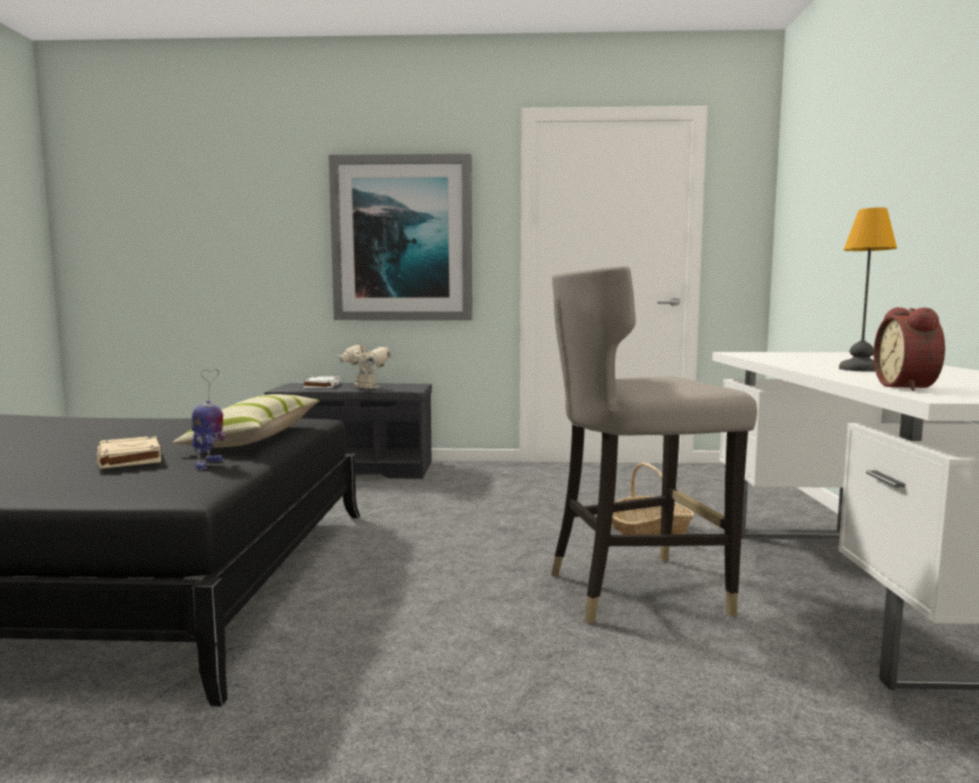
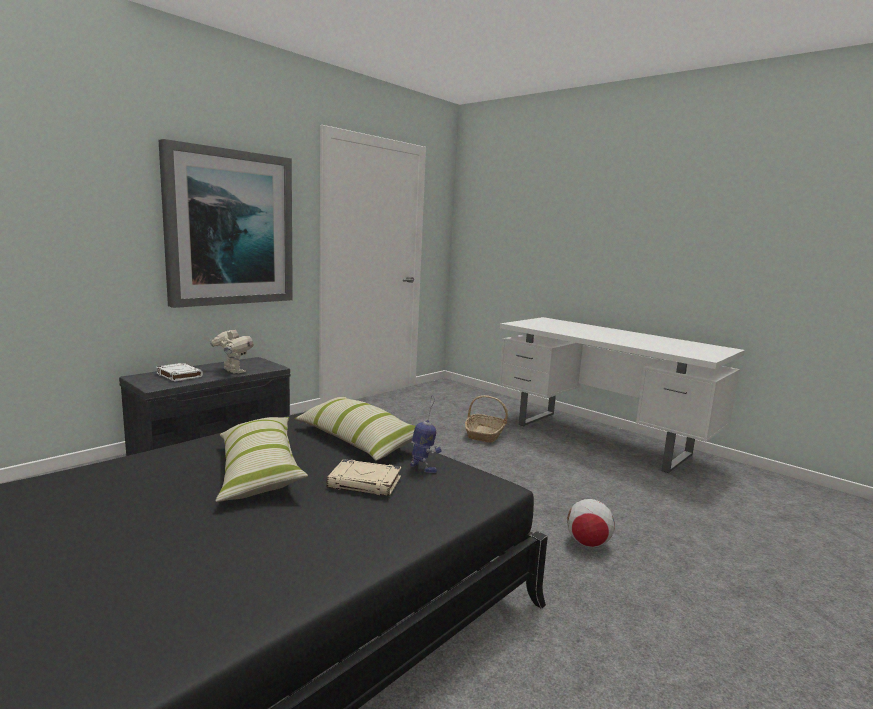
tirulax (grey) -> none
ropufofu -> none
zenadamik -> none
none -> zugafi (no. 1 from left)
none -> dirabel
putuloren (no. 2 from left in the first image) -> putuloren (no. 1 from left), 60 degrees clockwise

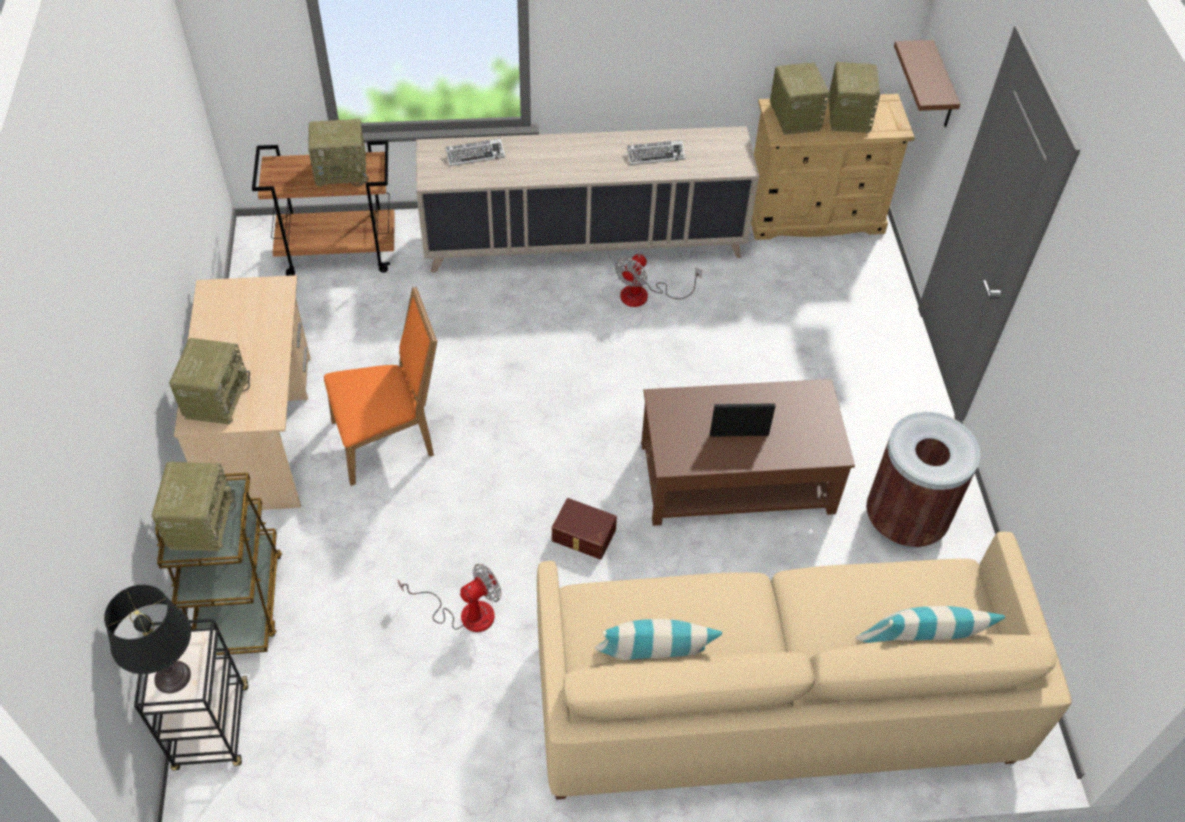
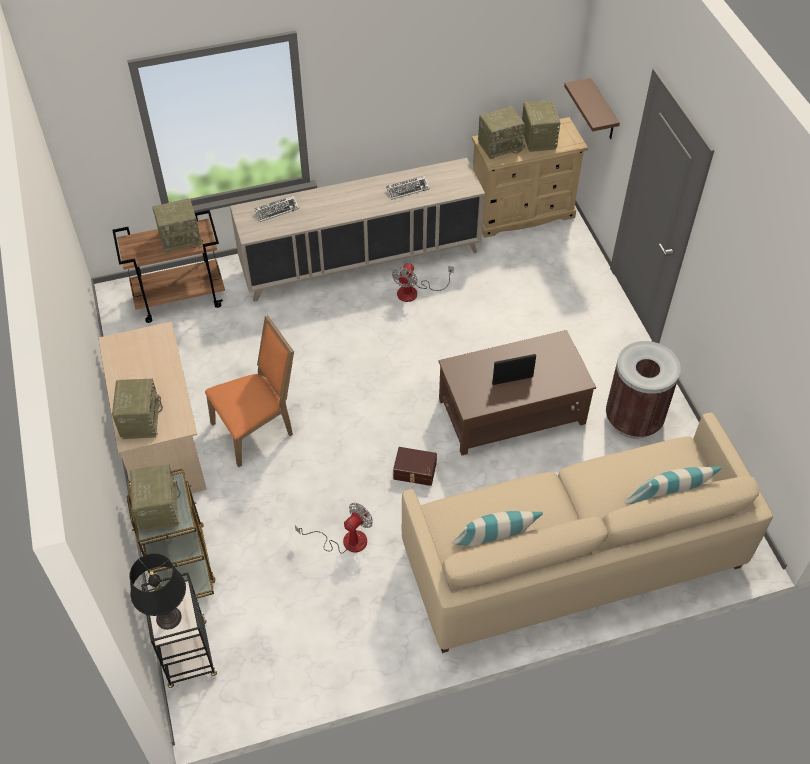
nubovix (no. 4 from left), 90 degrees clockwise

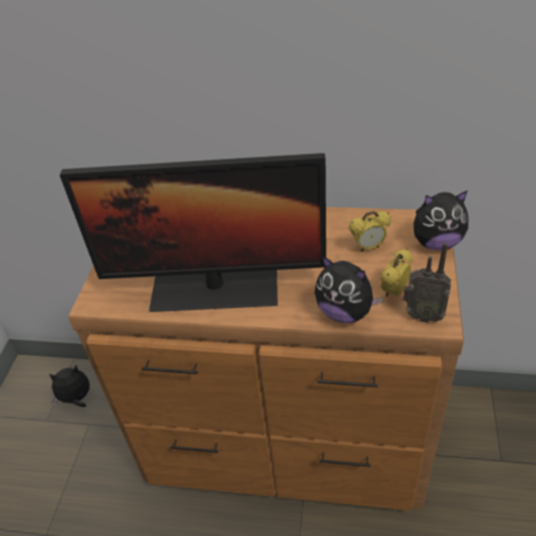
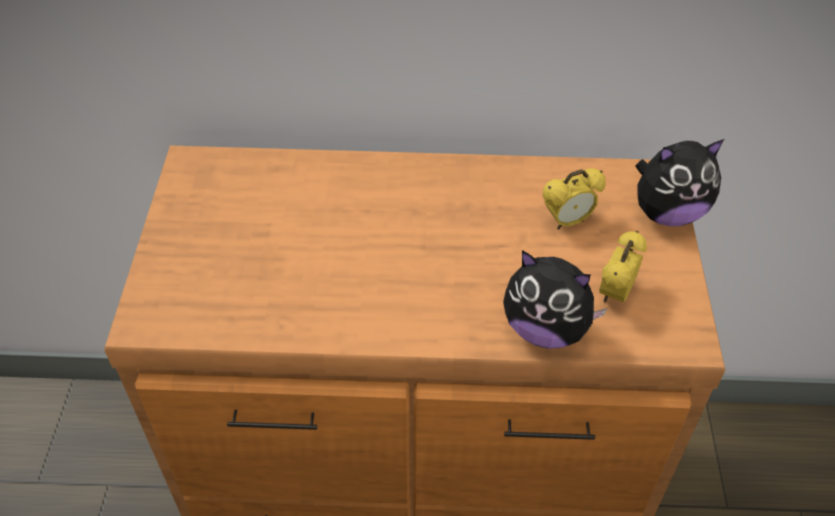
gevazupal (no. 1 from left) -> none
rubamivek -> none
nubovix -> none

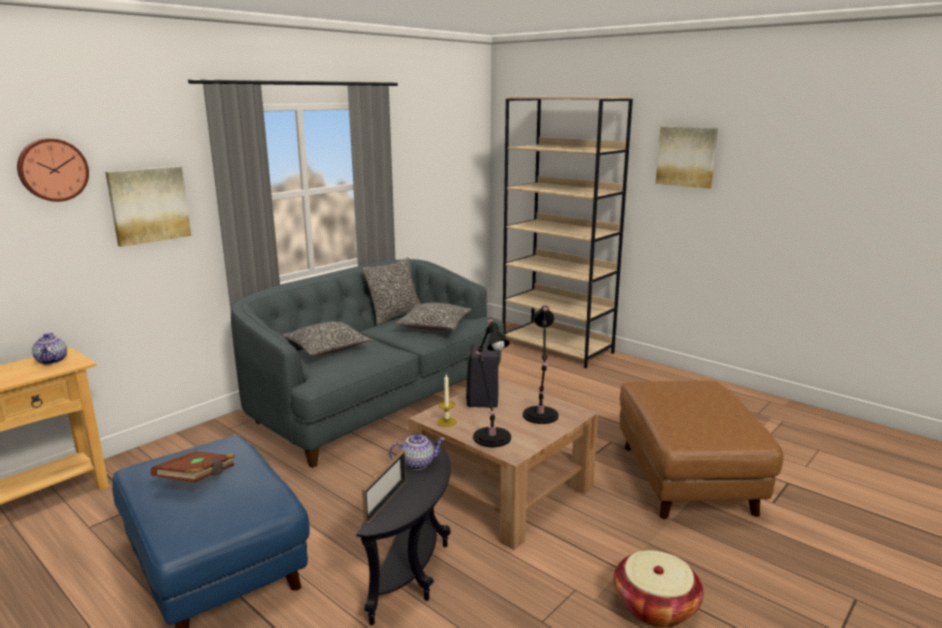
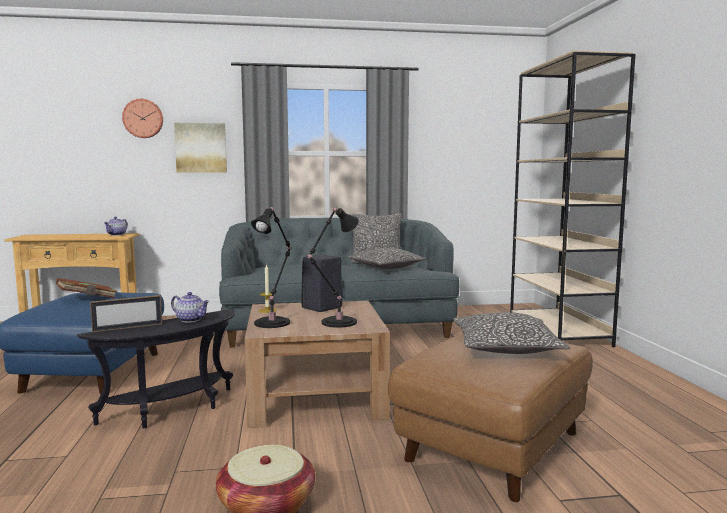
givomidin (no. 2 from left) -> none
zugafi (no. 1 from left in the first image) -> zugafi (no. 3 from left), relocated

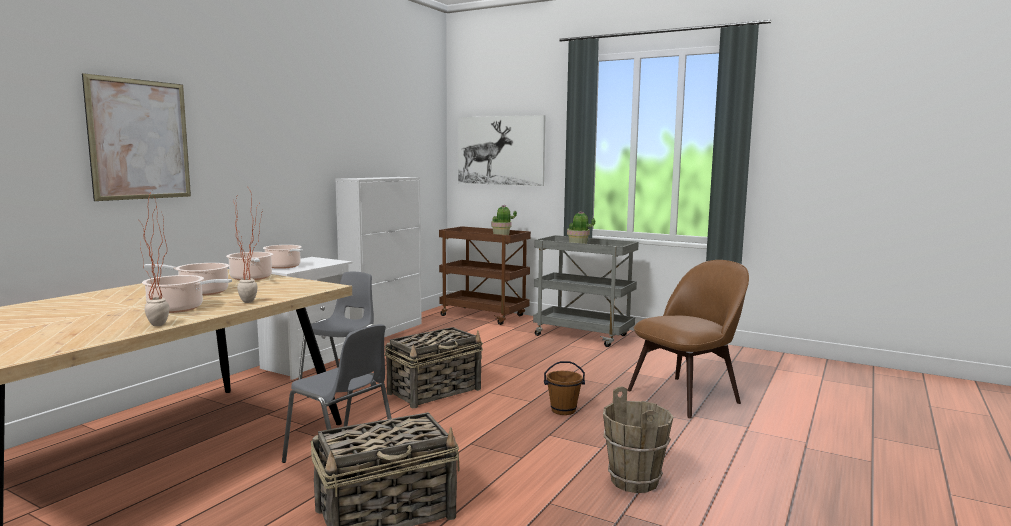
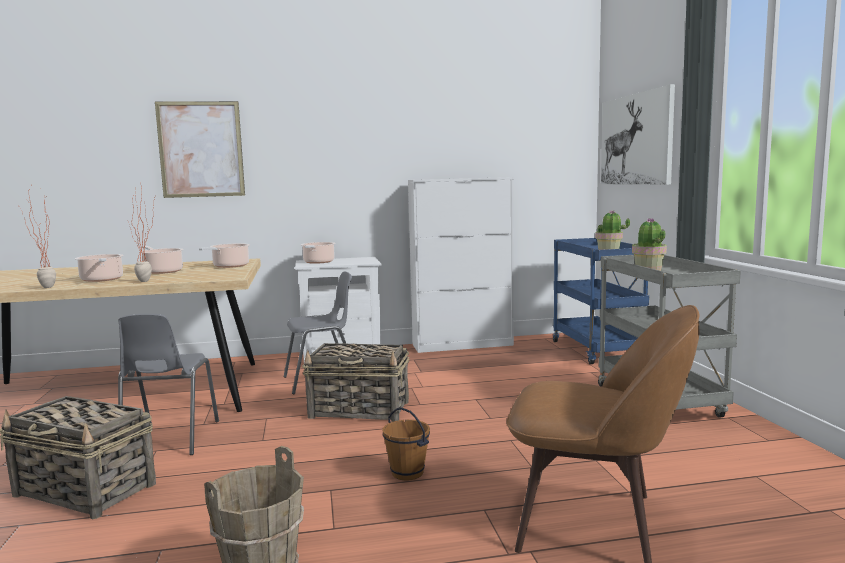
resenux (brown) -> resenux (blue)

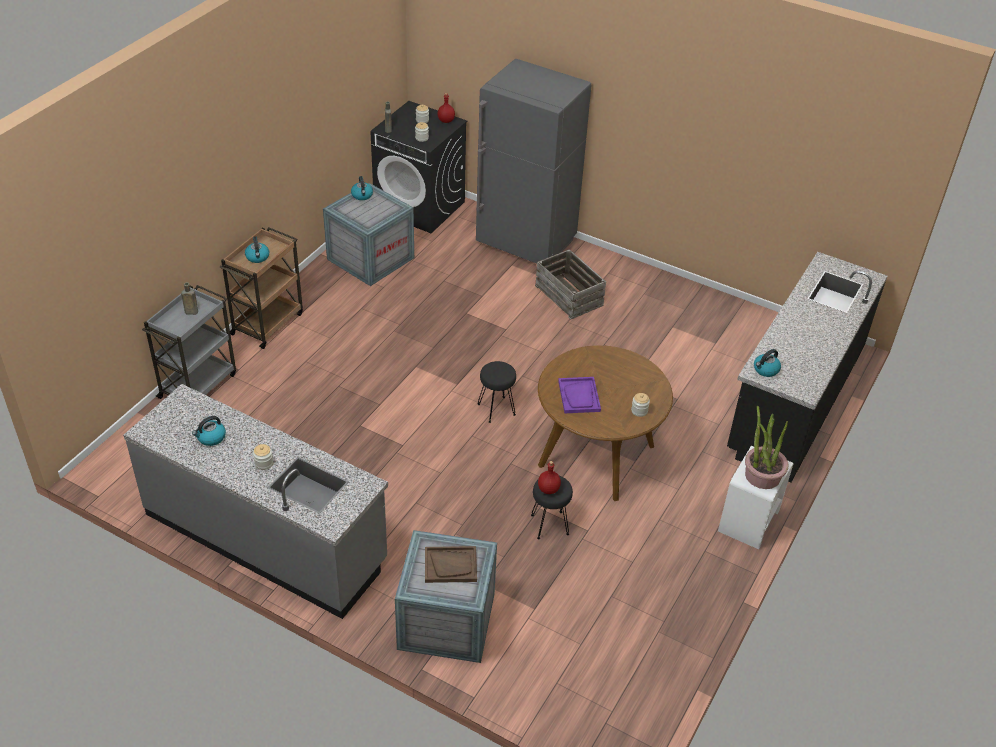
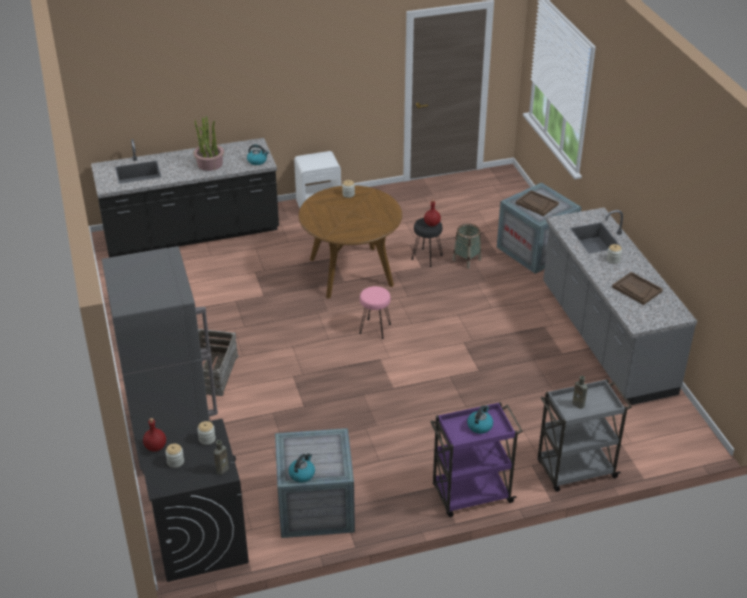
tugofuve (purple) -> none
none -> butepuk
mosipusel, relocated
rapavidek (no. 1 from left) -> tugofuve (brown) (no. 2 from left)
resenux (brown) -> resenux (purple)
tirulax (black) (no. 1 from left) -> tirulax (pink)

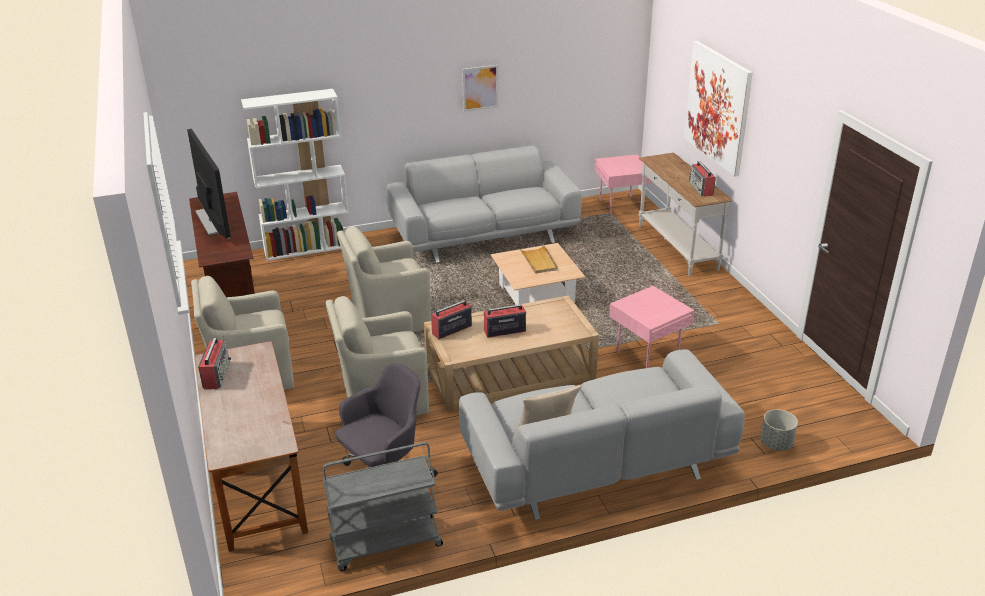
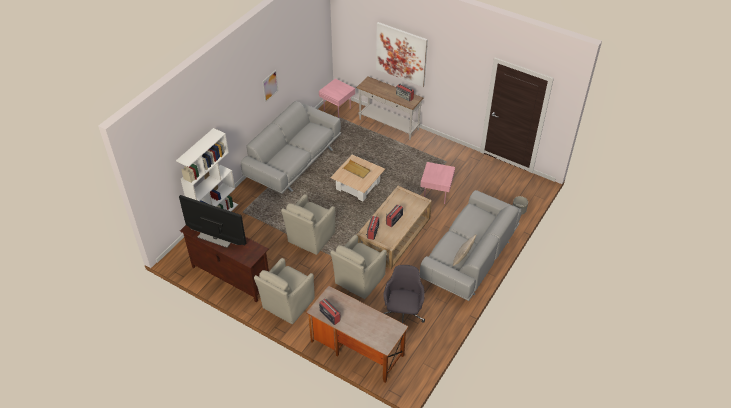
resenux (grey) -> none

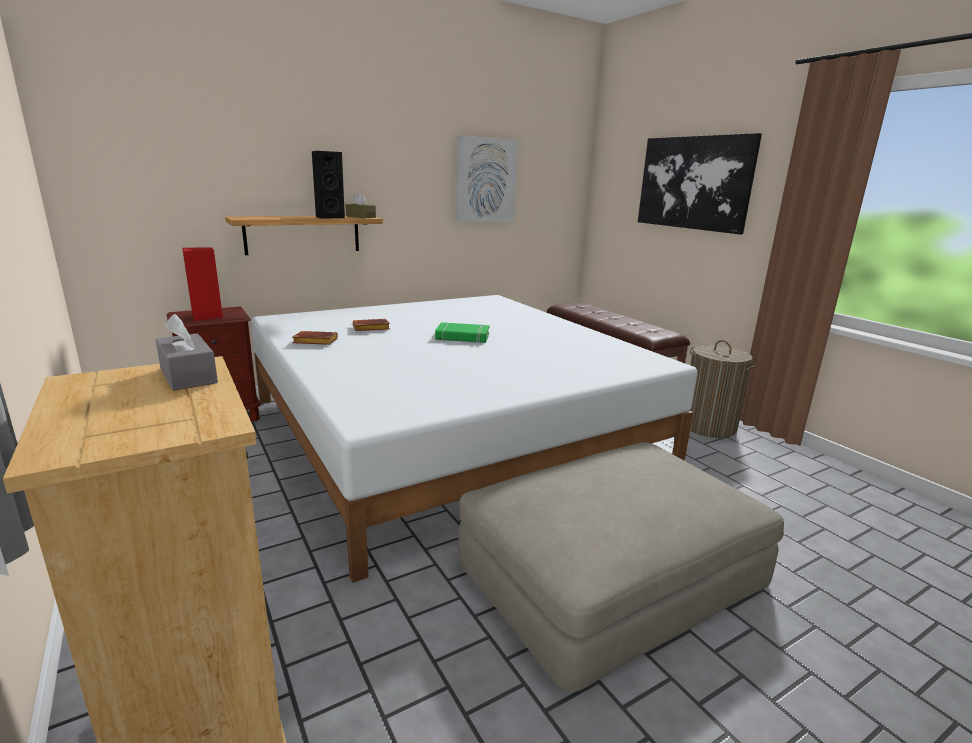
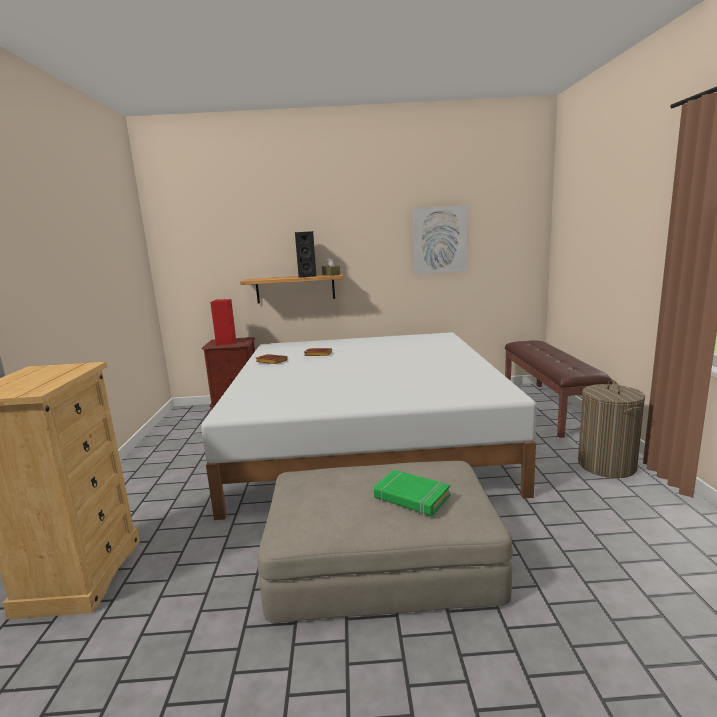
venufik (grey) -> none
givomidin (no. 2 from left) -> none
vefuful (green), relocated

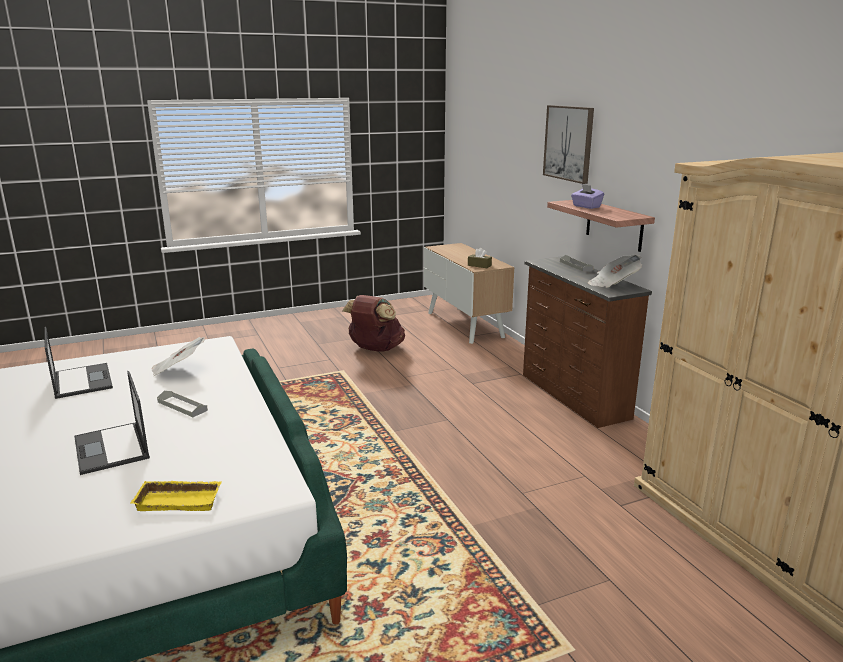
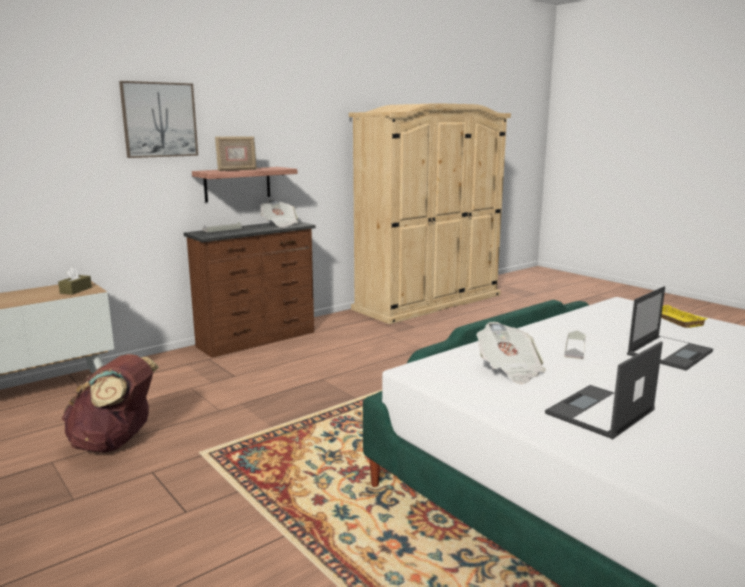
venufik (purple) -> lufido

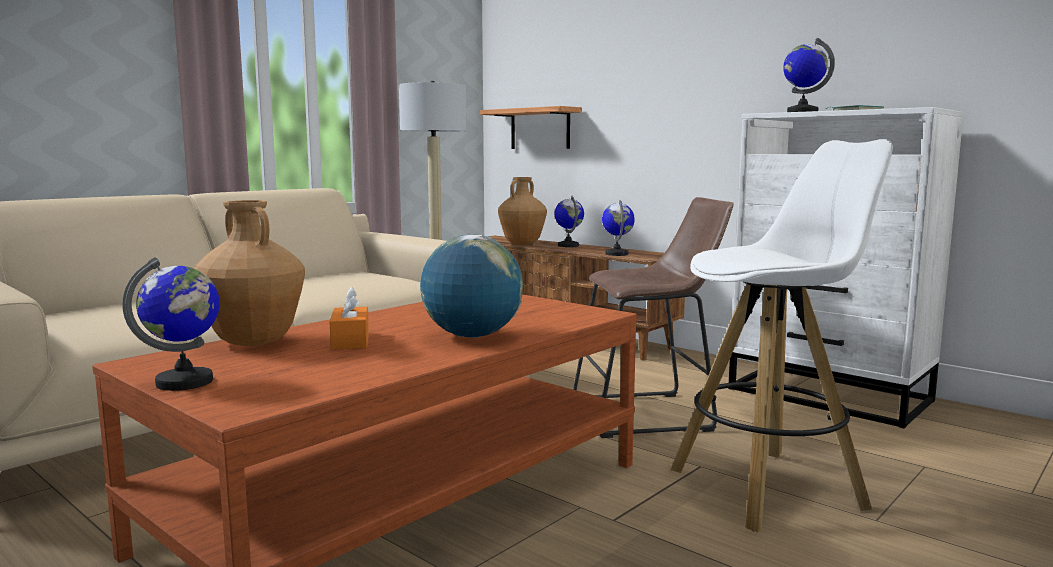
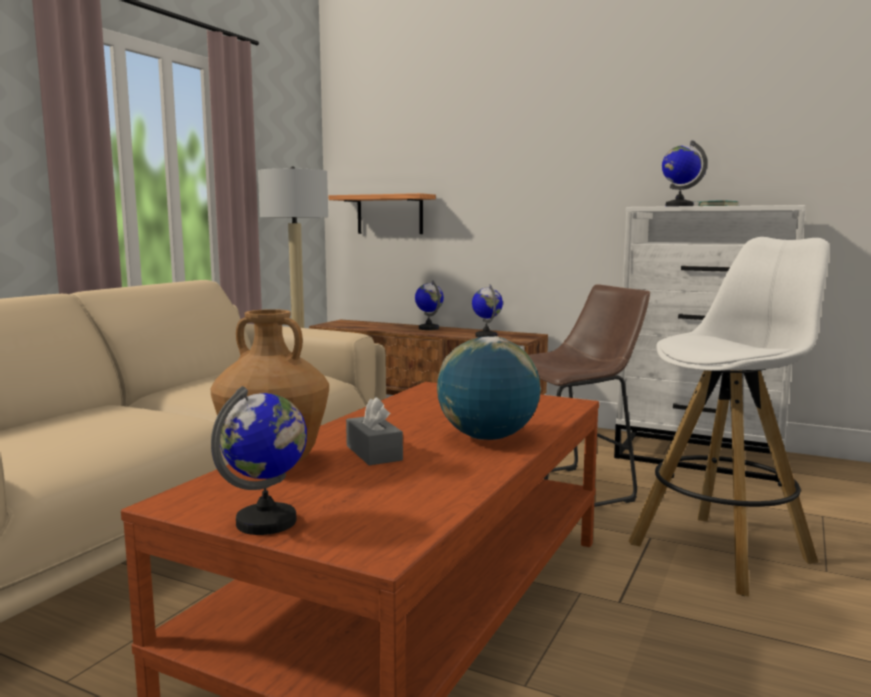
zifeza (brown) (no. 2 from left) -> none
venufik (orange) -> venufik (grey)

